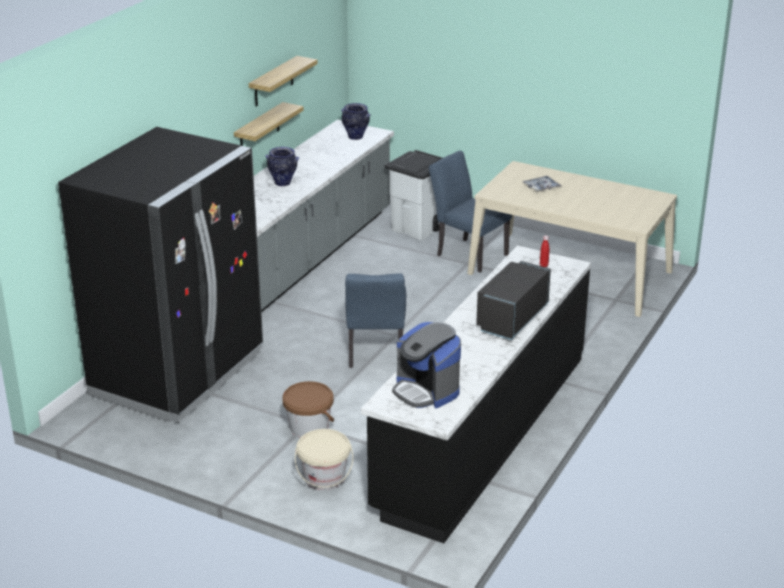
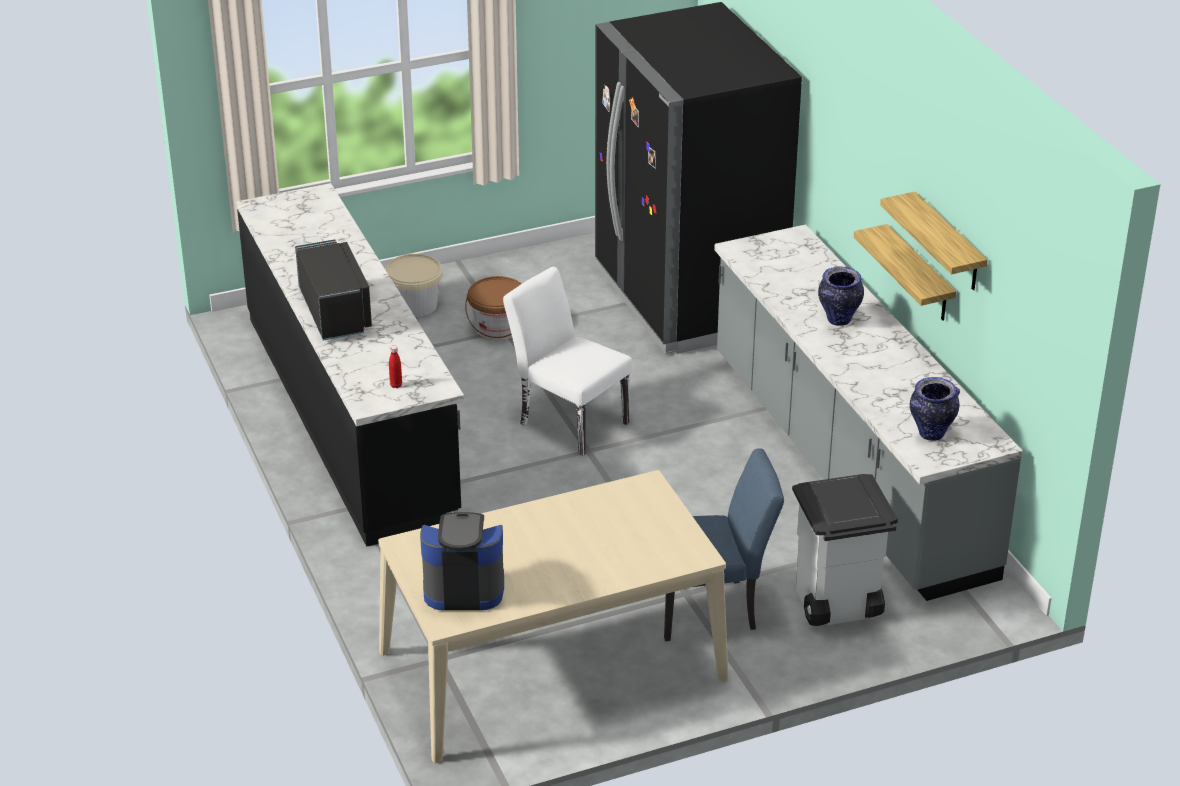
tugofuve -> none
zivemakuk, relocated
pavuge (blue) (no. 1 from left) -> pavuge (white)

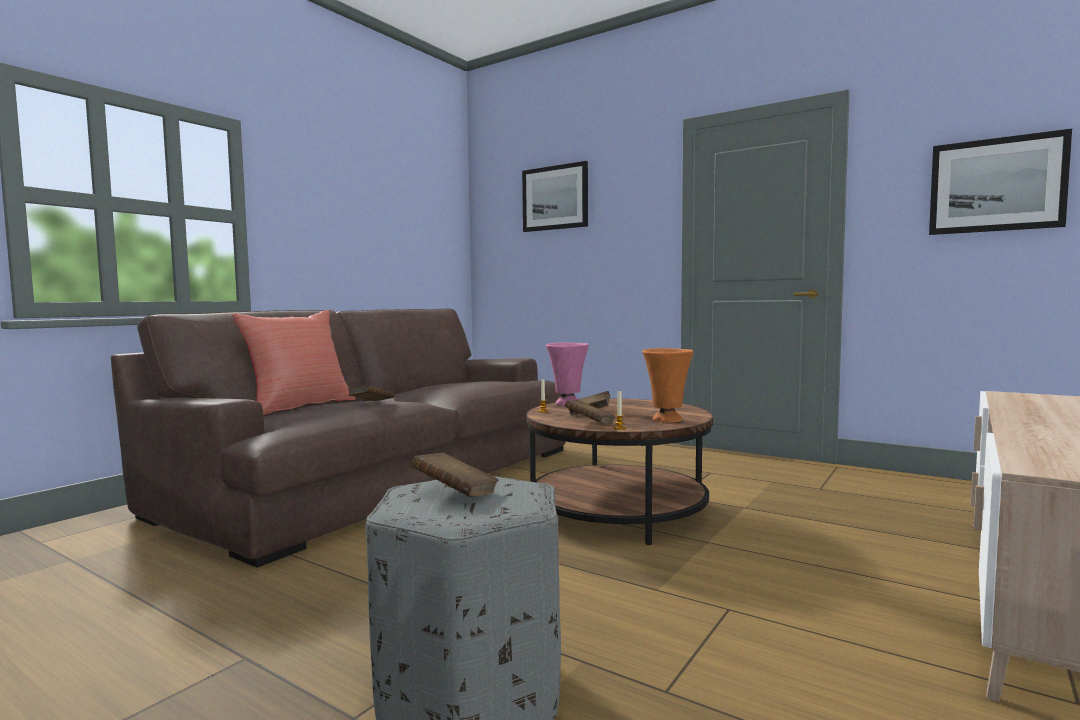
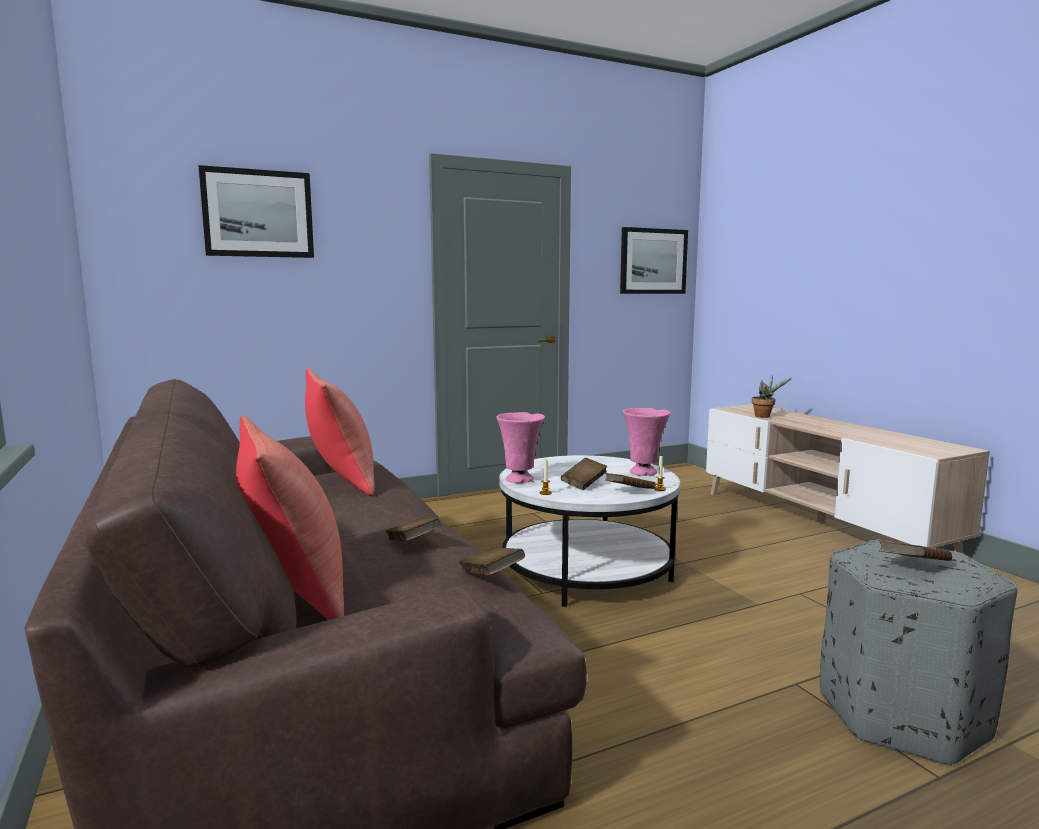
none -> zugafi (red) (no. 2 from left)
none -> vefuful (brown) (no. 2 from left)
none -> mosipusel
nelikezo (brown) -> nelikezo (white)
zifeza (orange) -> zifeza (pink) (no. 2 from left)

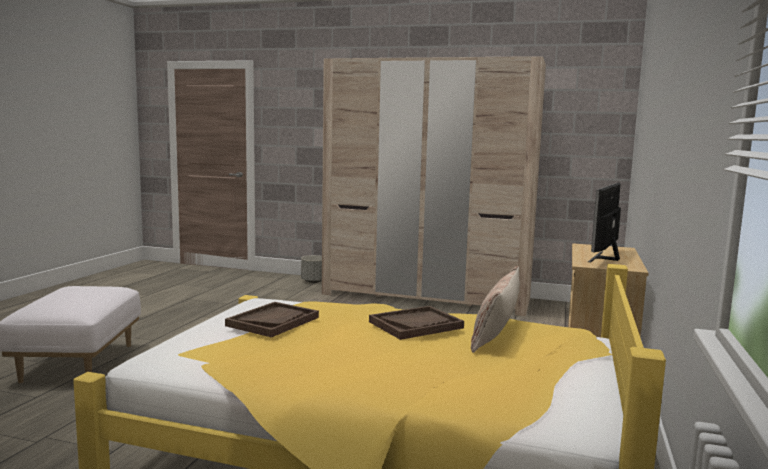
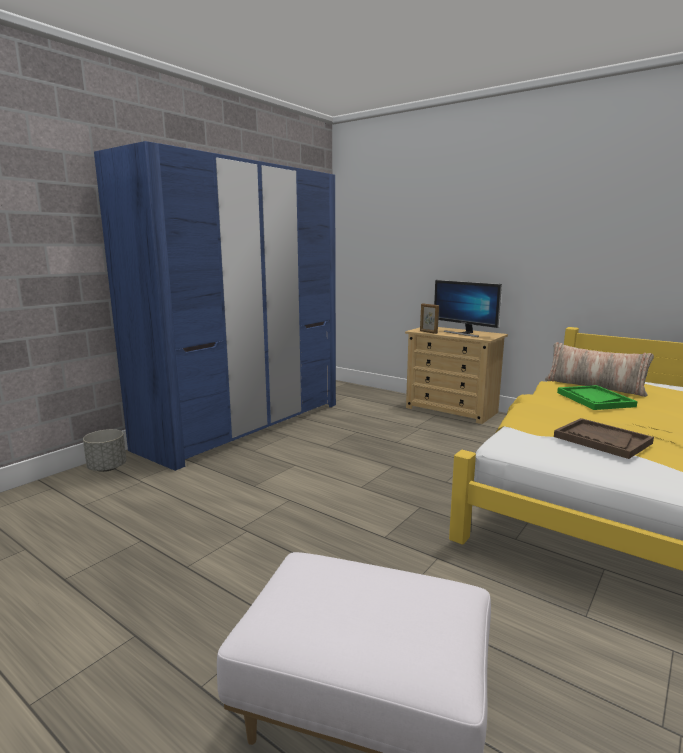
none -> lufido
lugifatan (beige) -> lugifatan (blue)
tugofuve (brown) (no. 2 from left) -> tugofuve (green)

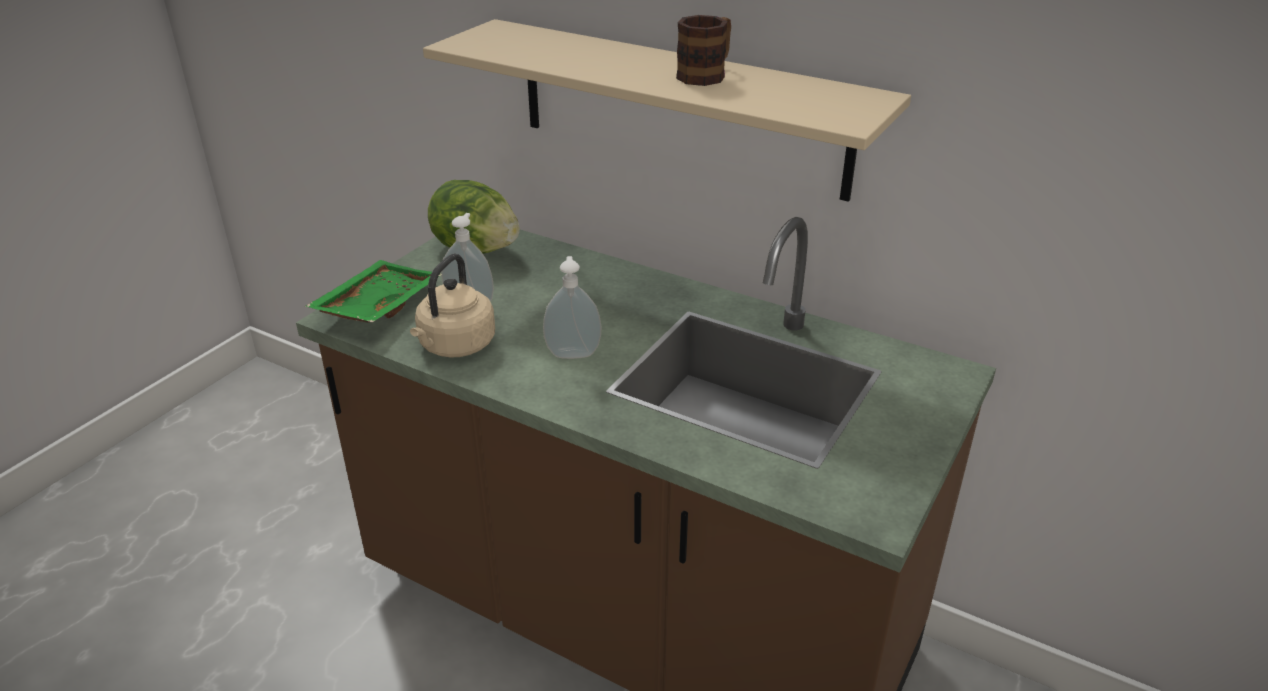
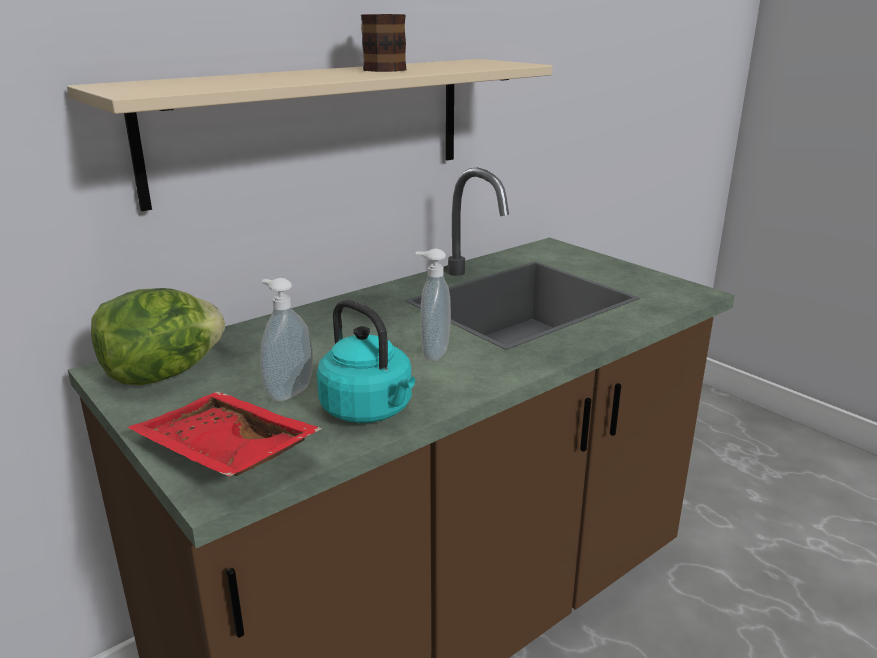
tugofuve (green) -> tugofuve (red)
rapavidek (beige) -> rapavidek (turquoise)

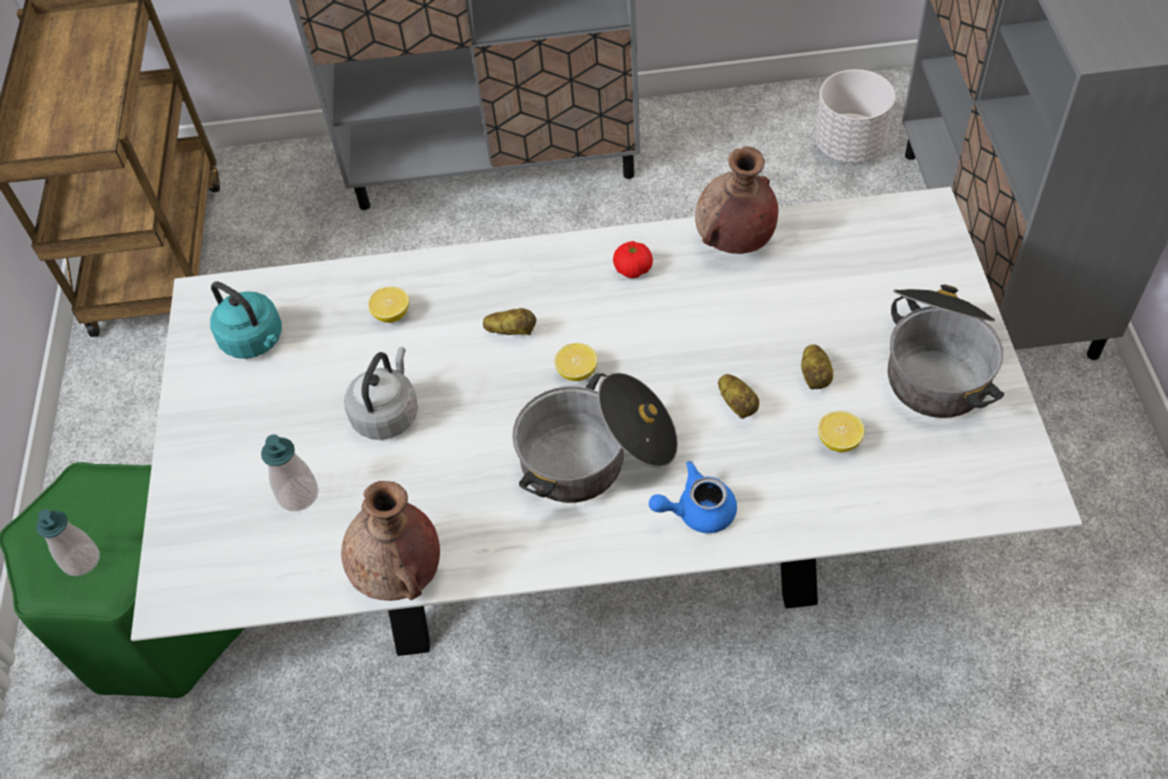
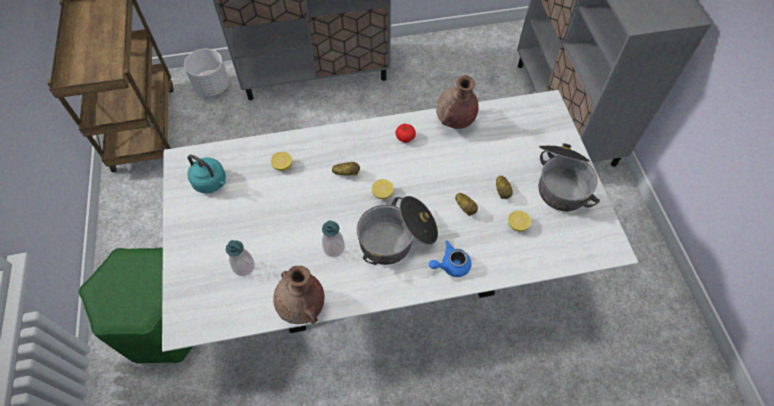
rapavidek (grey) -> none
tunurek (no. 1 from left in the first image) -> tunurek (no. 2 from left), relocated
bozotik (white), relocated

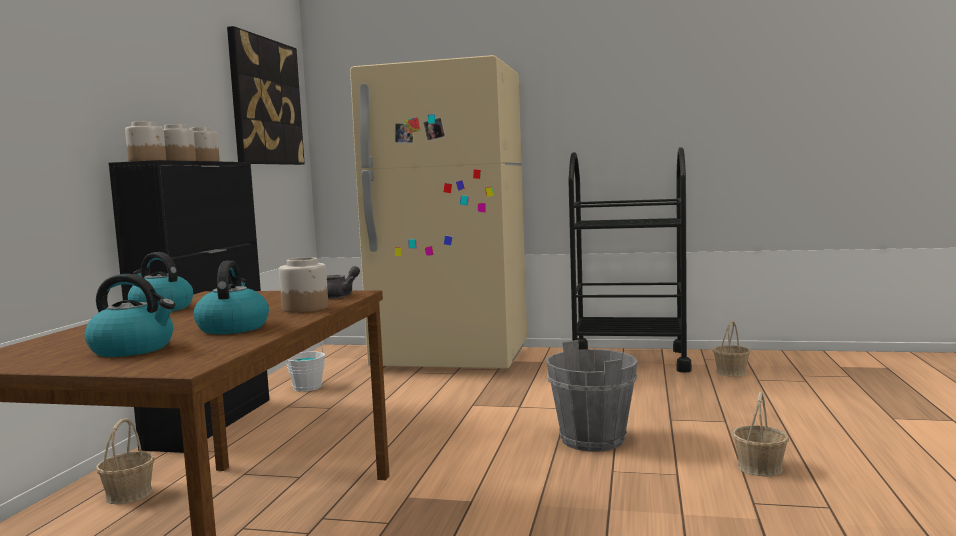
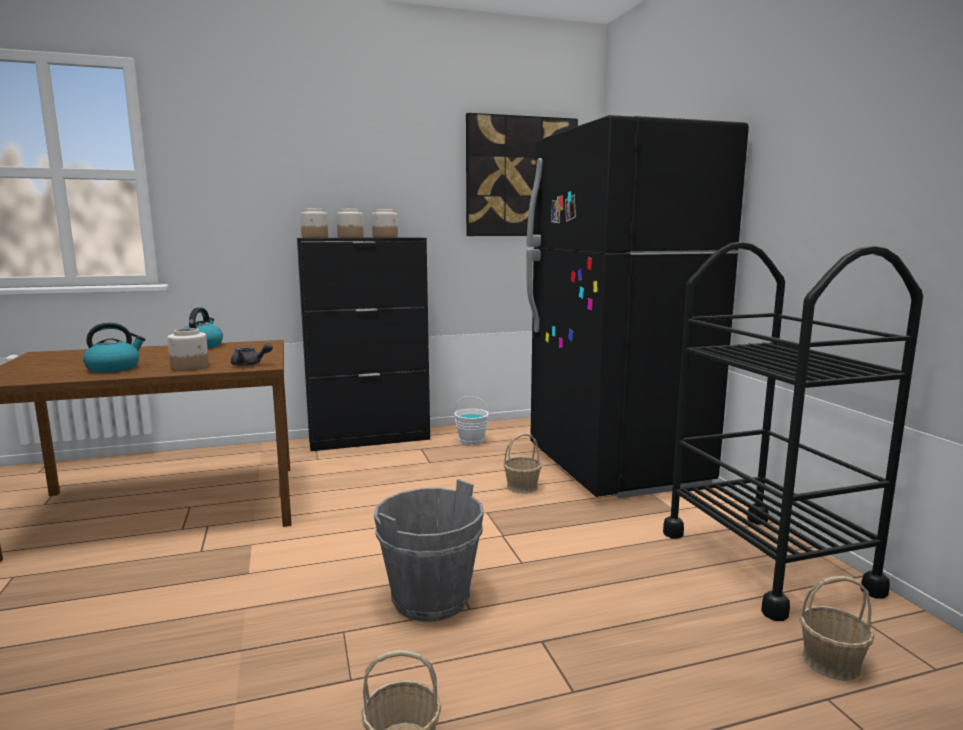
rapavidek (no. 1 from left) -> none
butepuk (no. 1 from left in the first image) -> butepuk (no. 2 from left), relocated
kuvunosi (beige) -> kuvunosi (black)

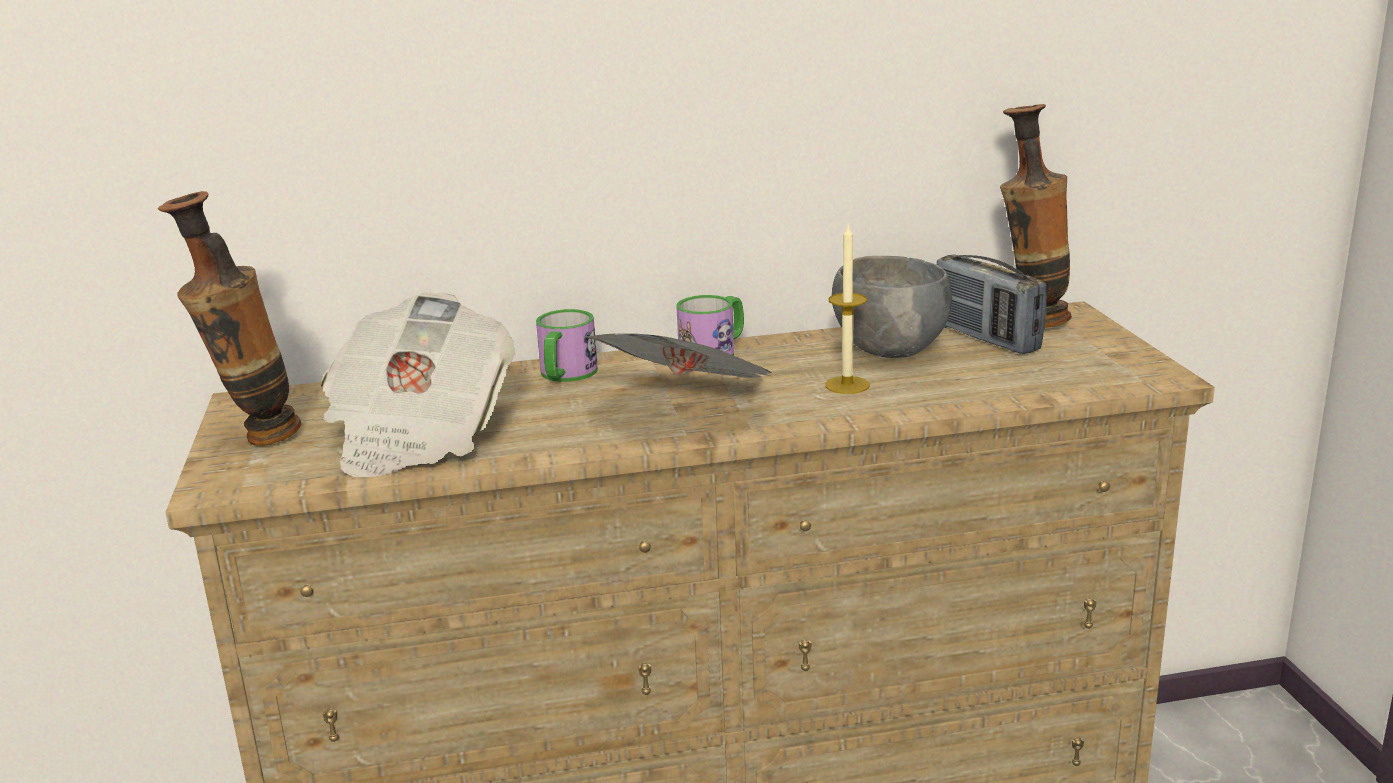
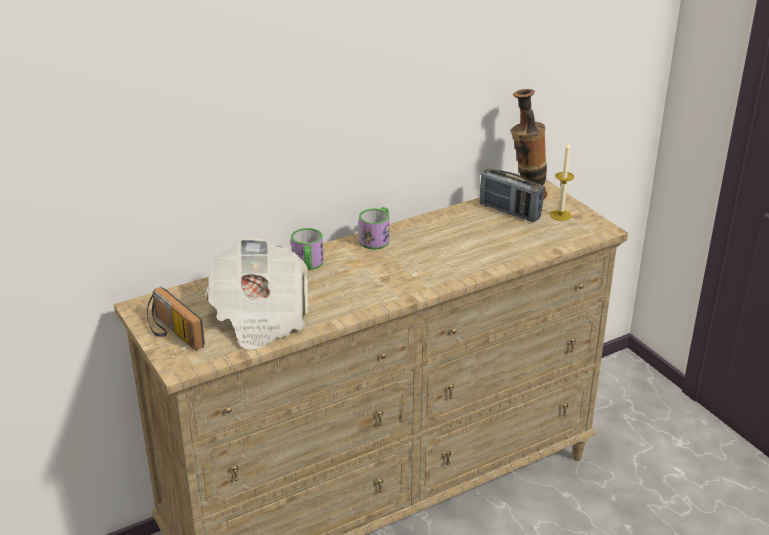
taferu (no. 2 from left) -> none
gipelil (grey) -> none
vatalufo, relocated
zifeza (no. 1 from left) -> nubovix (no. 1 from left)

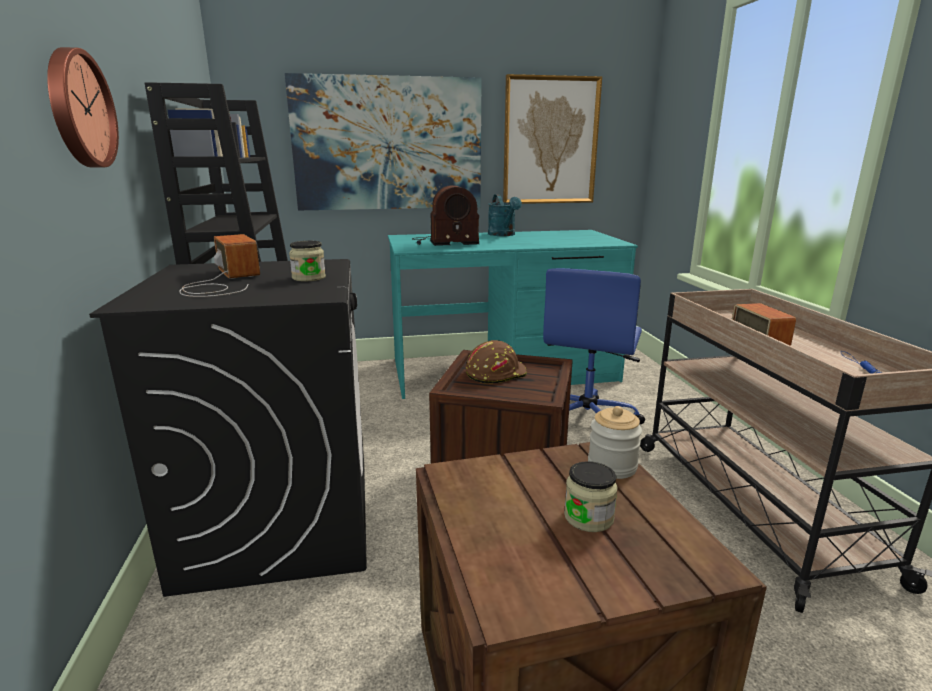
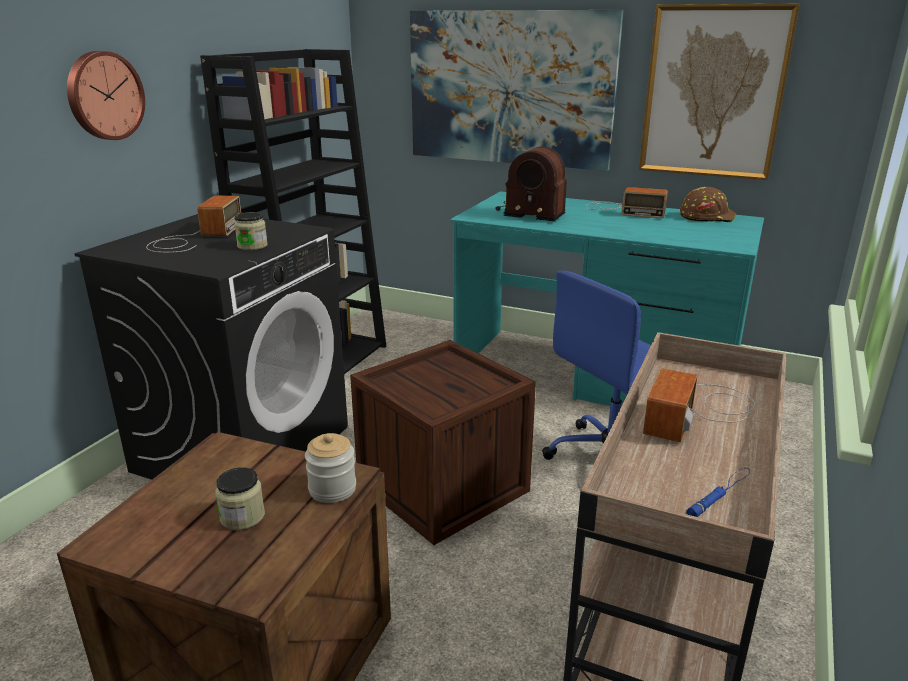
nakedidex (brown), relocated
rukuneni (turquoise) -> nubovix (no. 3 from left)

